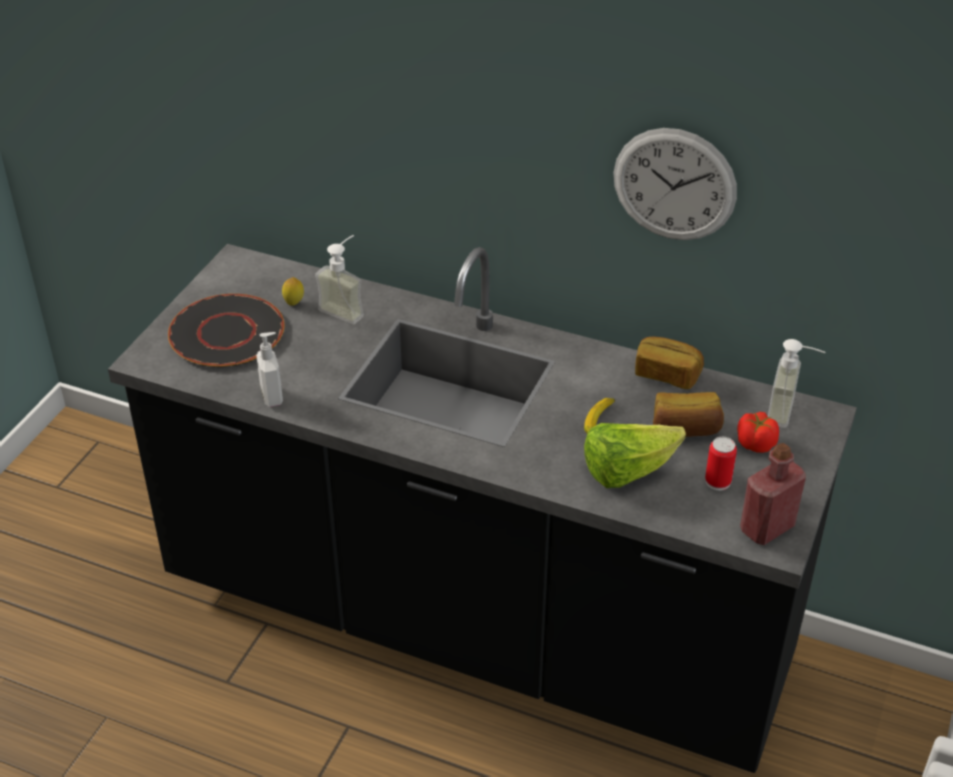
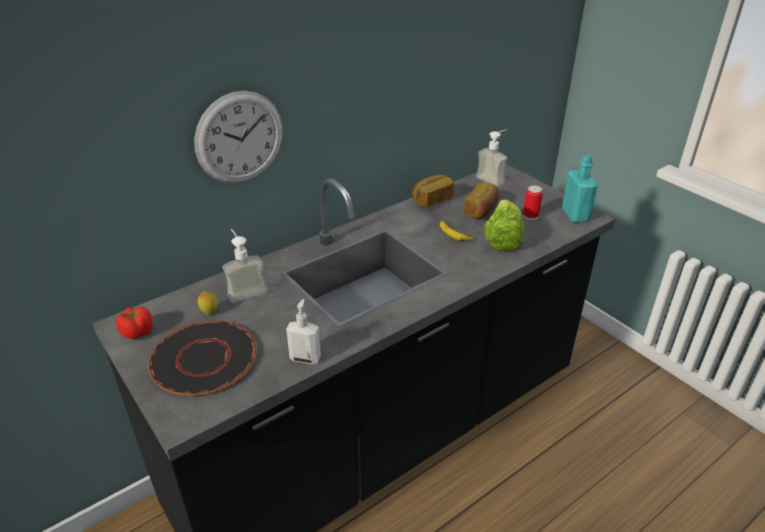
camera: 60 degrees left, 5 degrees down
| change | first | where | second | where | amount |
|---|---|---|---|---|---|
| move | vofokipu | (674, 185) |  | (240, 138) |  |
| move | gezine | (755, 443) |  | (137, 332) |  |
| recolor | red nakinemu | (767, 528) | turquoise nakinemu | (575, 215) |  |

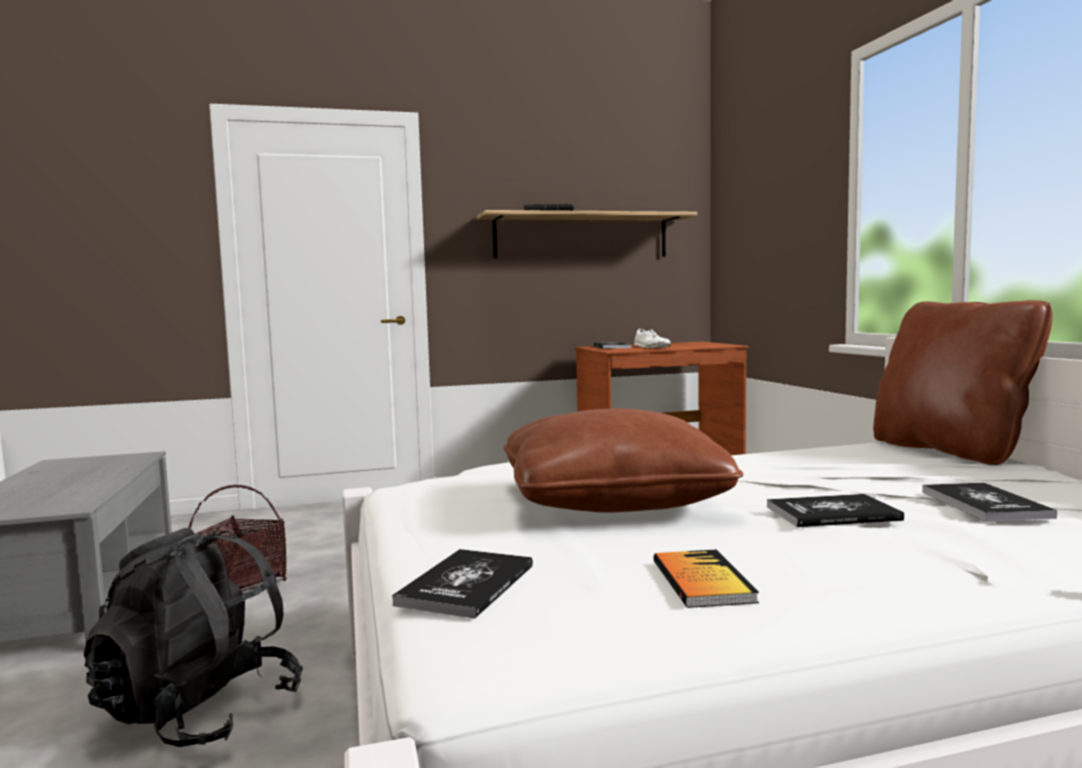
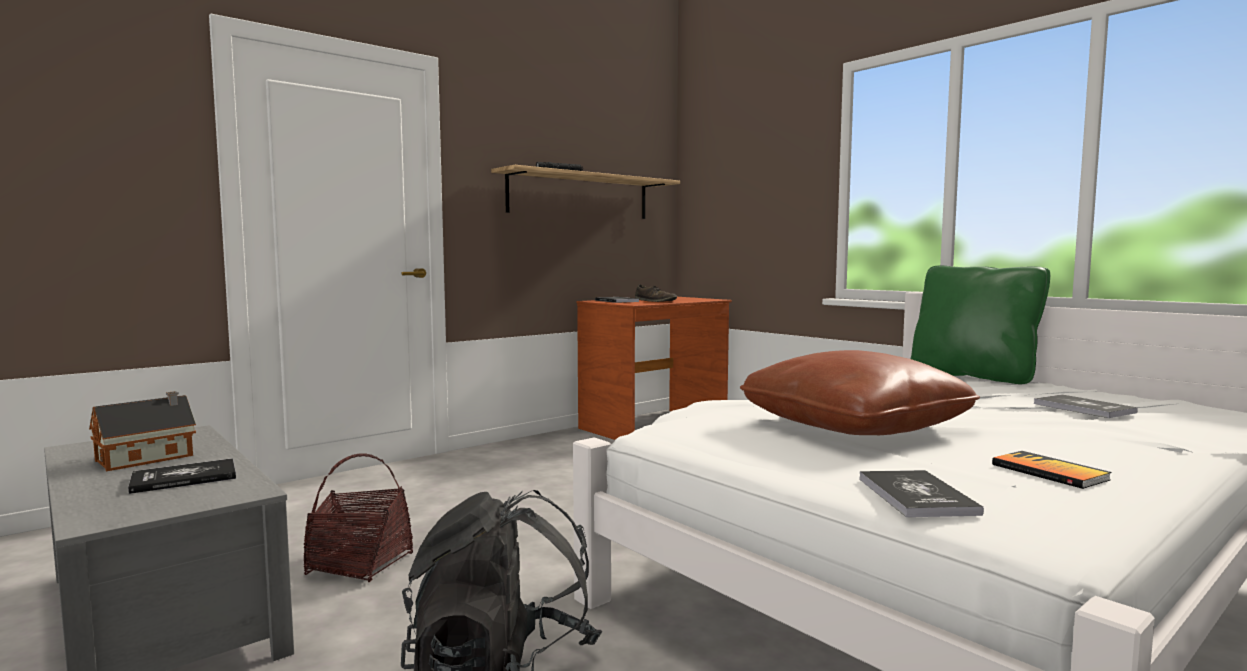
camera: 25 degrees left, 0 degrees up
| change | first | where | second | where | amount |
|---|---|---|---|---|---|
| recolor | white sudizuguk | (651, 347) | brown sudizuguk | (655, 301) |  |
| move | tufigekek | (832, 513) |  | (184, 478) |  |
| recolor | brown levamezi | (951, 450) | green levamezi | (973, 376) |  |
| insert |  |  | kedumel | (149, 457) |  |

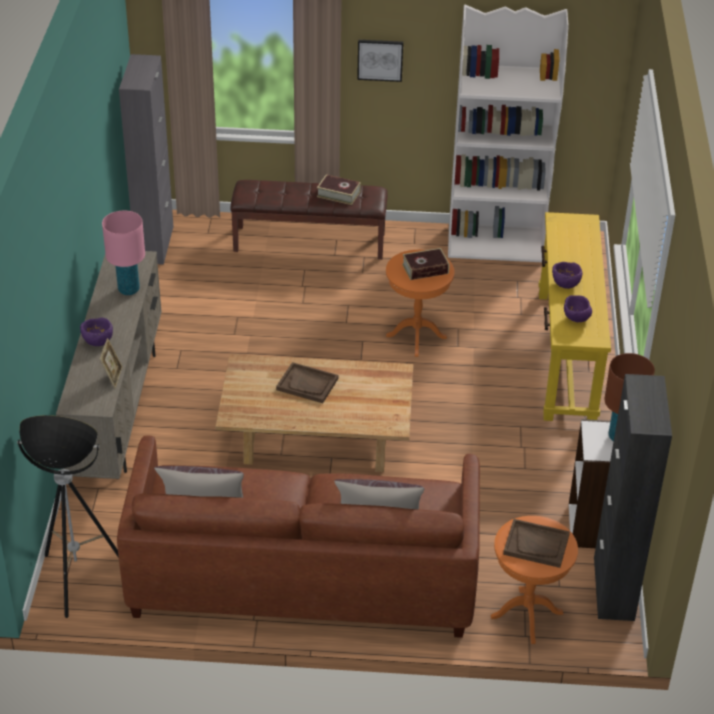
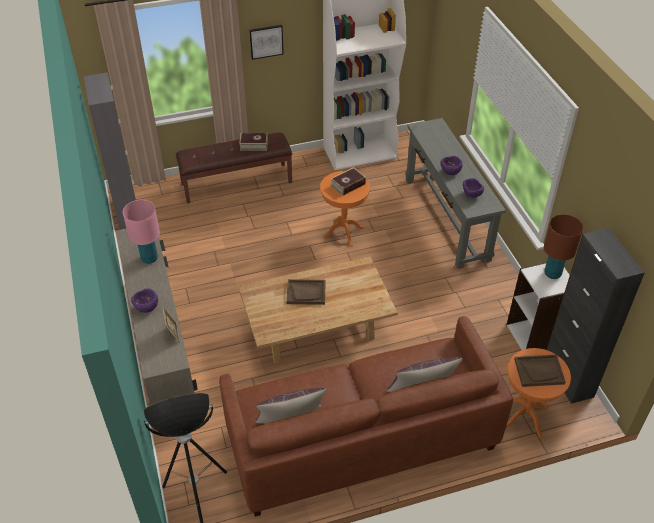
camera: 20 degrees left, 5 degrees up
| change | first | where | second | where | amount |
|---|---|---|---|---|---|
| recolor | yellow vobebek | (566, 355) | grey vobebek | (446, 218) |  |

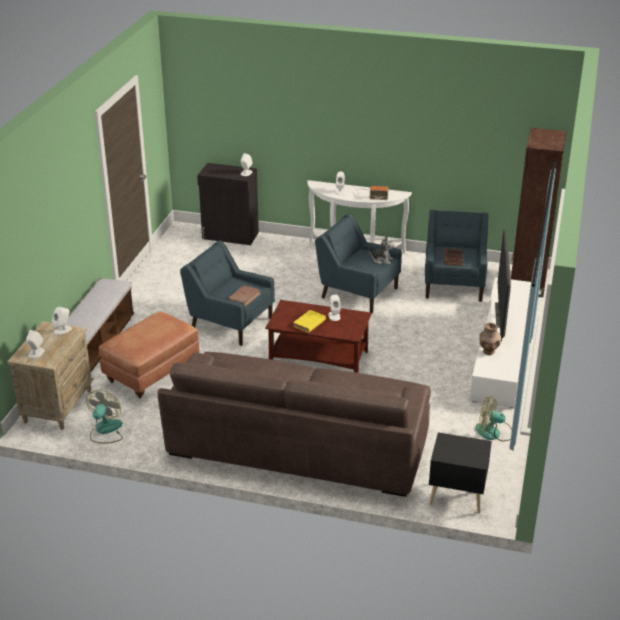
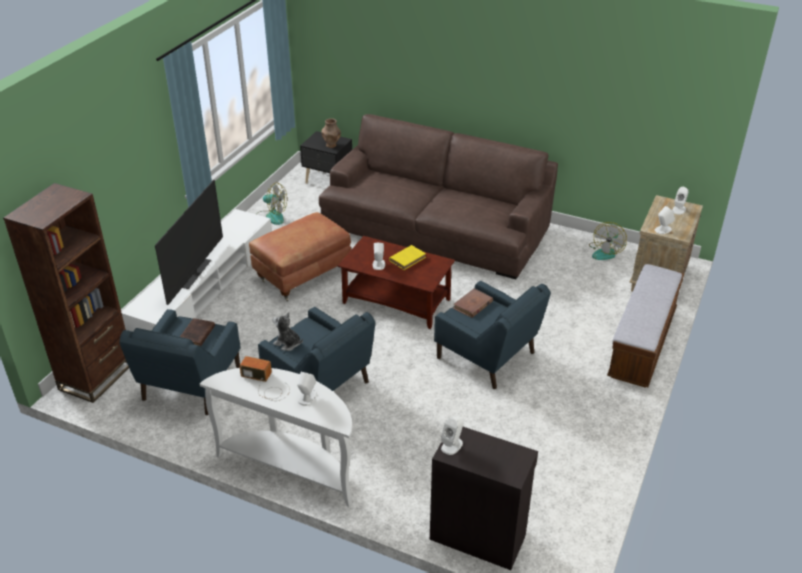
camera: 170 degrees left, 5 degrees up
| change | first | where | second | where | amount |
|---|---|---|---|---|---|
| move | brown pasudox | (152, 375) |  | (303, 275) |  |
| move | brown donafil | (488, 351) |  | (331, 145) |  |

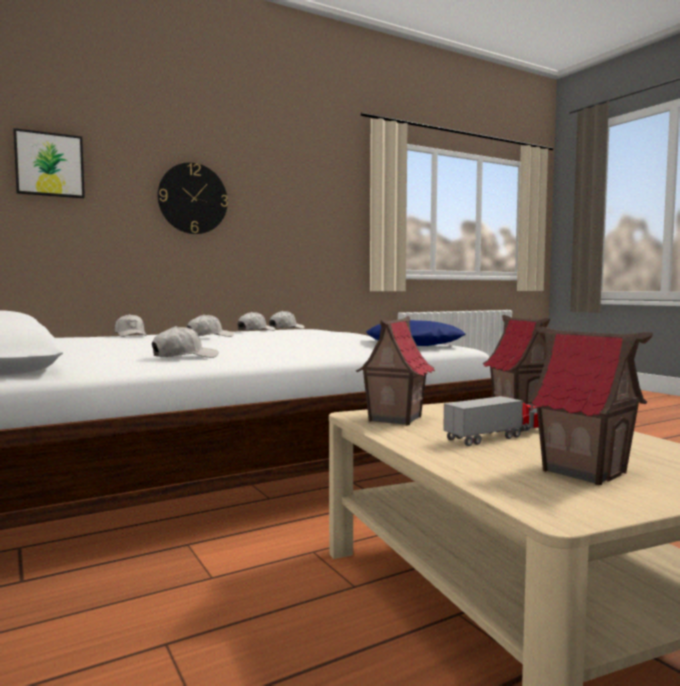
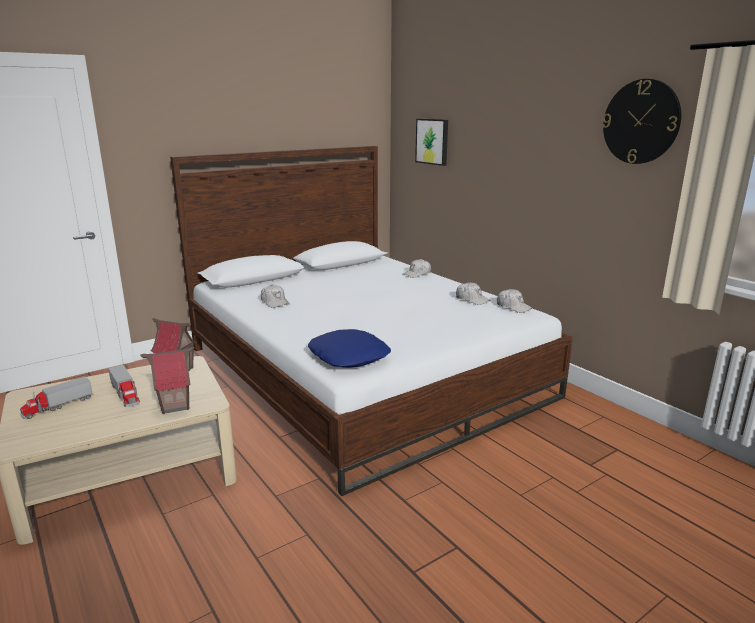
camera: 85 degrees right, 15 degrees up
| change | first | where | second | where | amount |
|---|---|---|---|---|---|
| move | vofokipu | (193, 198) |  | (641, 122) |  |
| delete | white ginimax | (209, 336) |  |  |  |
| replace | kedumel | (584, 471) | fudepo | (57, 406) |  |

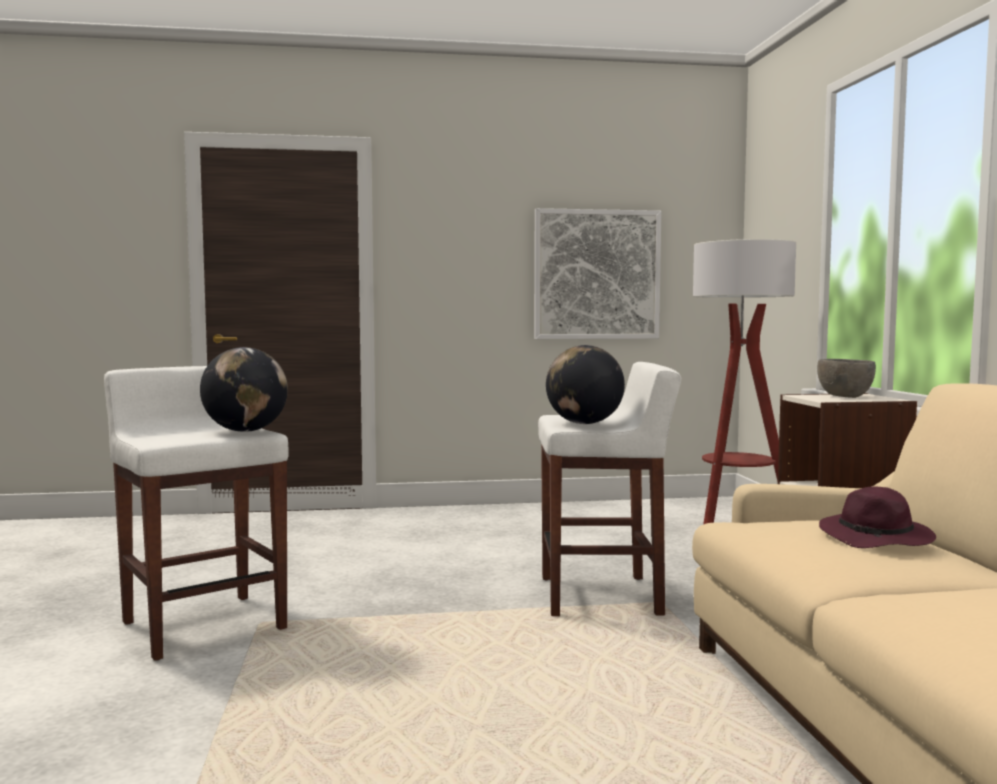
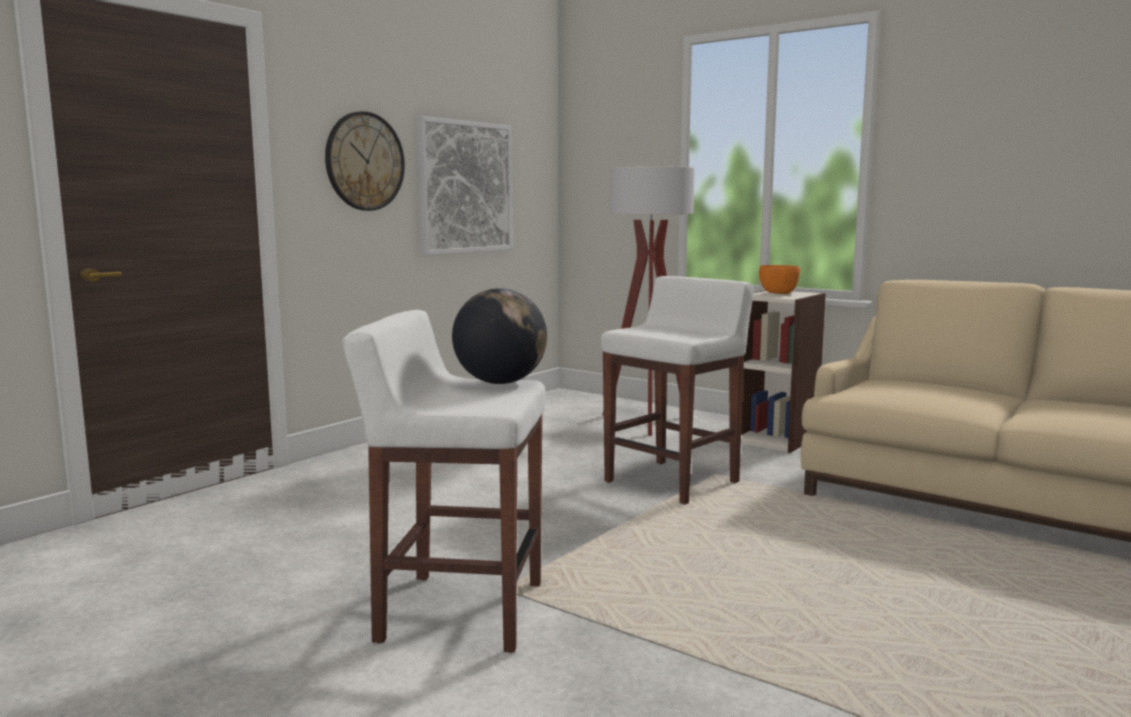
camera: 45 degrees left, 5 degrees up
| change | first | where | second | where | amount |
|---|---|---|---|---|---|
| delete | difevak | (584, 423) |  |  |  |
| recolor | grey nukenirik | (844, 396) | orange nukenirik | (778, 293) |  |
| delete | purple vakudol | (877, 538) |  |  |  |
| insert |  |  | vofokipu | (364, 161) |  |

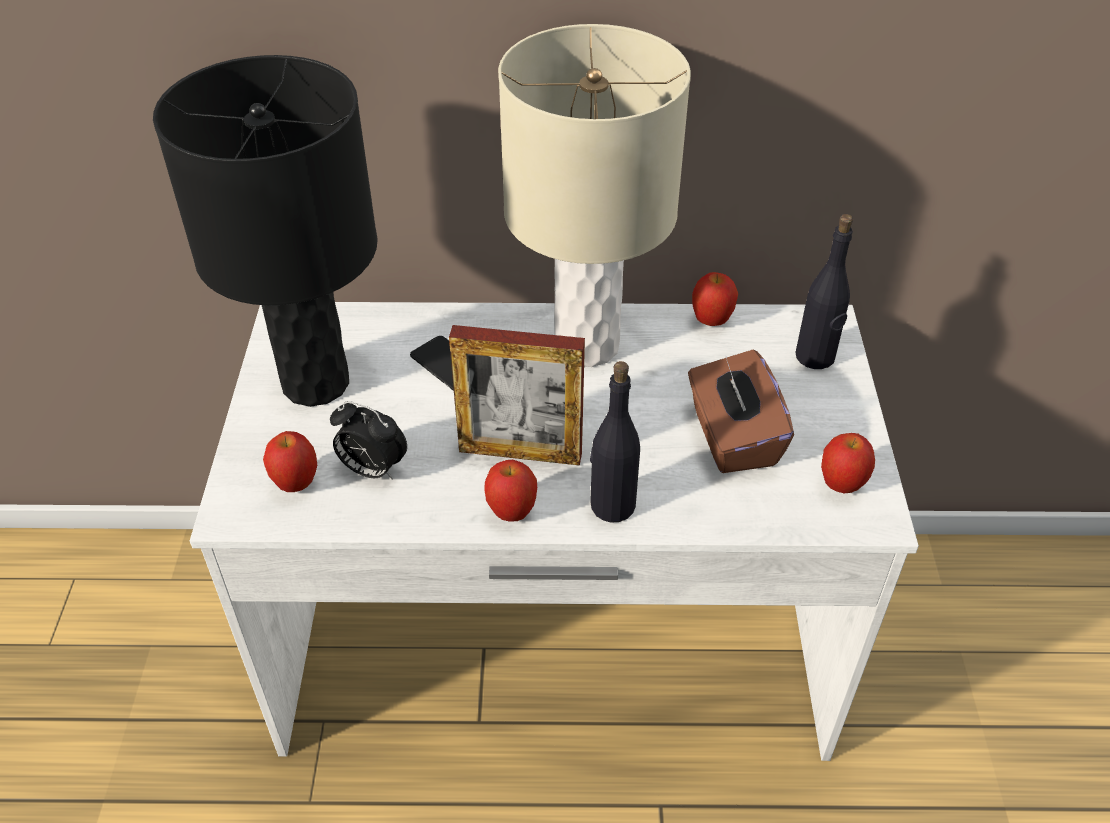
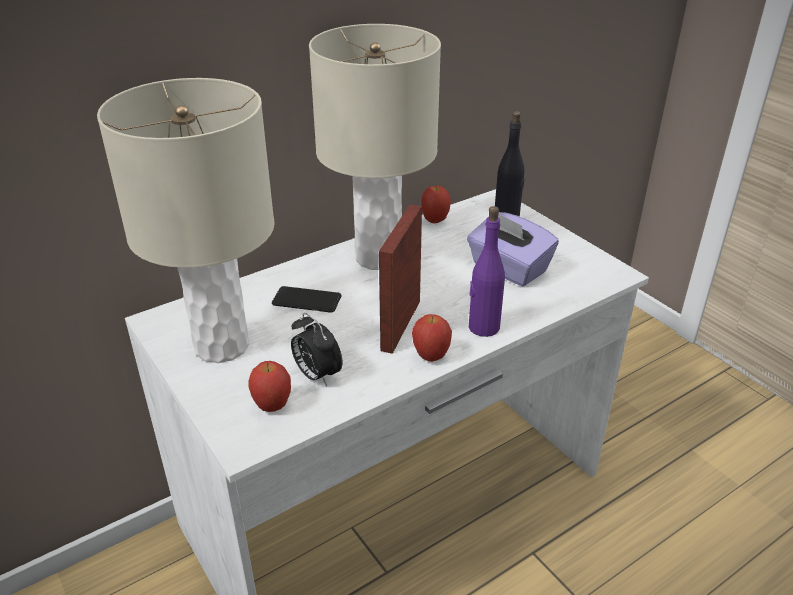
camera: 35 degrees left, 10 degrees down
| change | first | where | second | where | amount |
|---|---|---|---|---|---|
| recolor | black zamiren | (314, 383) | beige zamiren | (221, 346) |  |
| rotate | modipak | (372, 469) |  | (316, 375) | 60 degrees clockwise |
| rotate | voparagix | (520, 452) |  | (401, 325) | 135 degrees clockwise |
| recolor | black nakinemu | (612, 505) | purple nakinemu | (483, 327) |  |
| recolor | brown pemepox | (732, 437) | purple pemepox | (508, 268) |  |
| delete | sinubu | (841, 485) |  |  |  |

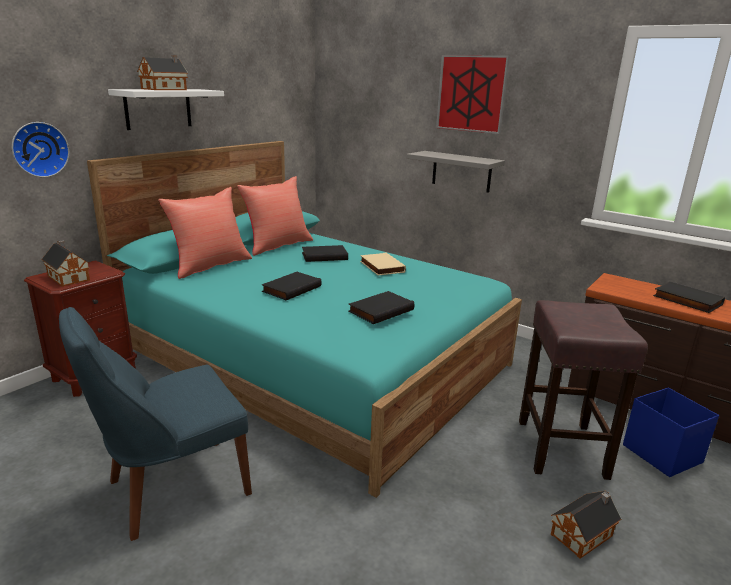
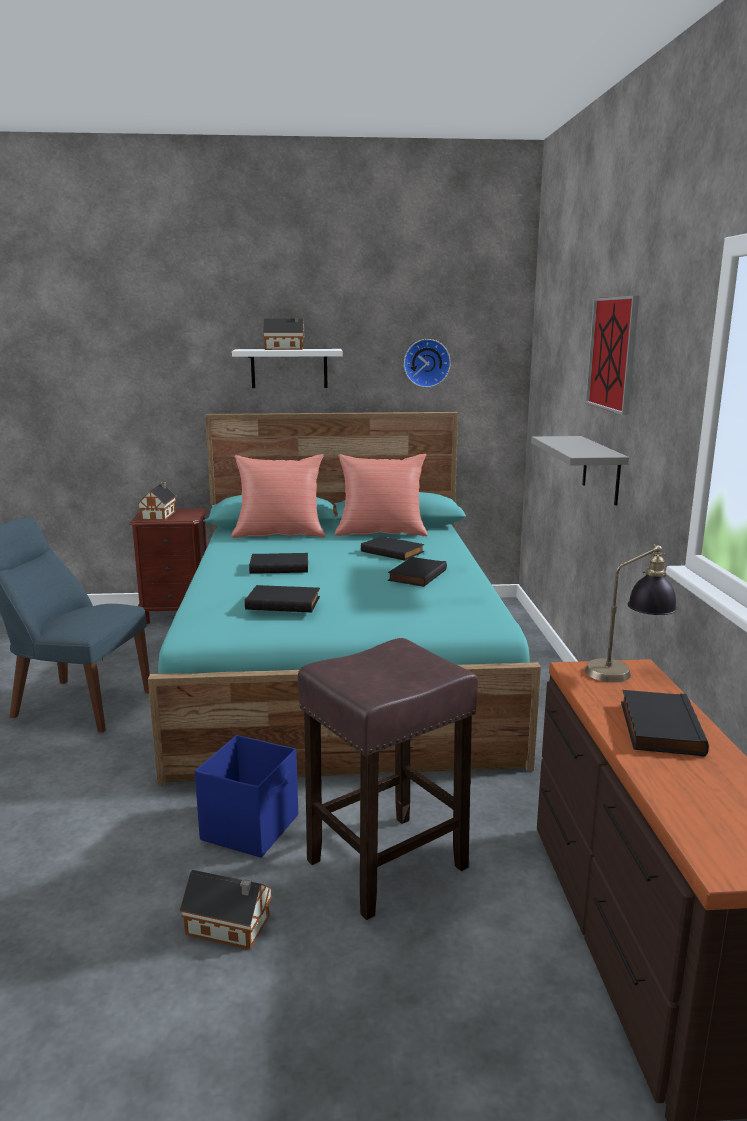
camera: 50 degrees right, 5 degrees down
| change | first | where | second | where | amount |
|---|---|---|---|---|---|
| move | vofokipu | (39, 149) |  | (426, 363) |  |
| recolor | beige tufigekek | (381, 267) | black tufigekek | (416, 575) |  |
| move | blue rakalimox | (661, 453) |  | (251, 827) |  |
| insert |  |  | zamiren | (626, 671) |  |

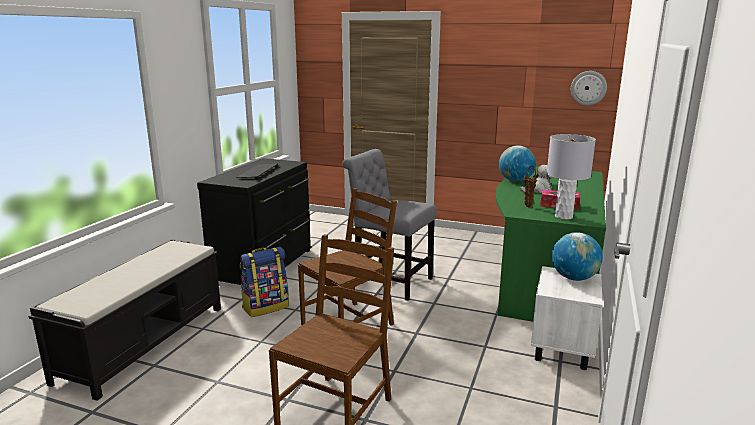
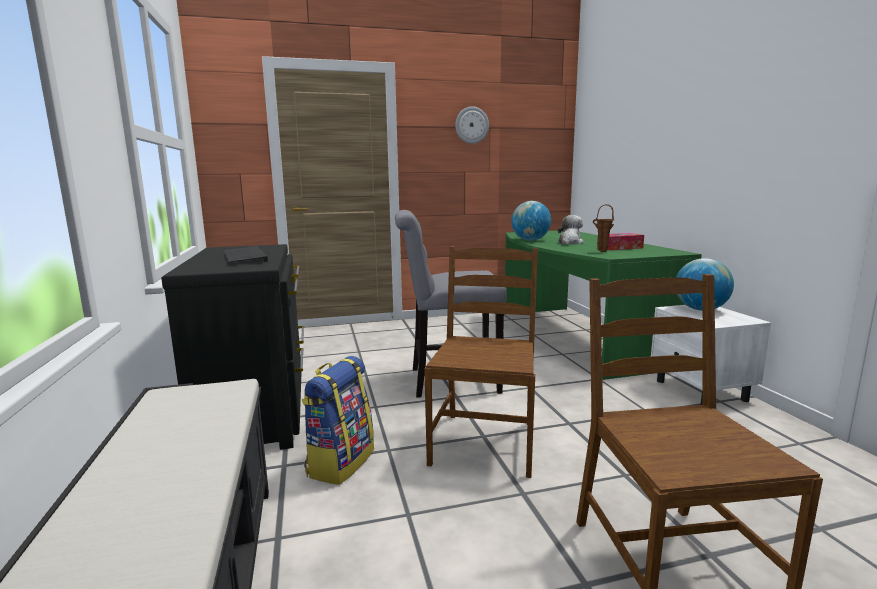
camera: 35 degrees left, 5 degrees down
| change | first | where | second | where | amount |
|---|---|---|---|---|---|
| delete | grey zamiren | (563, 216) |  |  |  |
| move | vofokipu | (588, 88) |  | (471, 125) |  |

